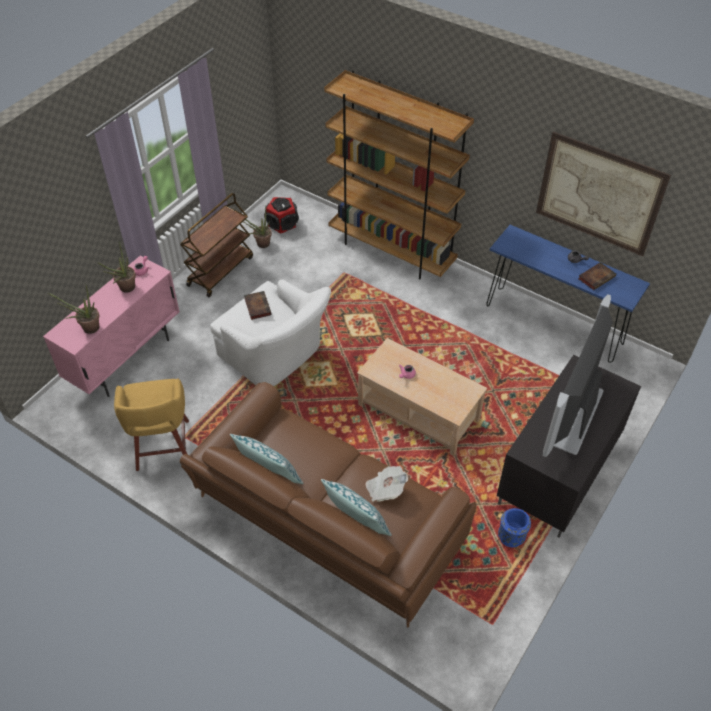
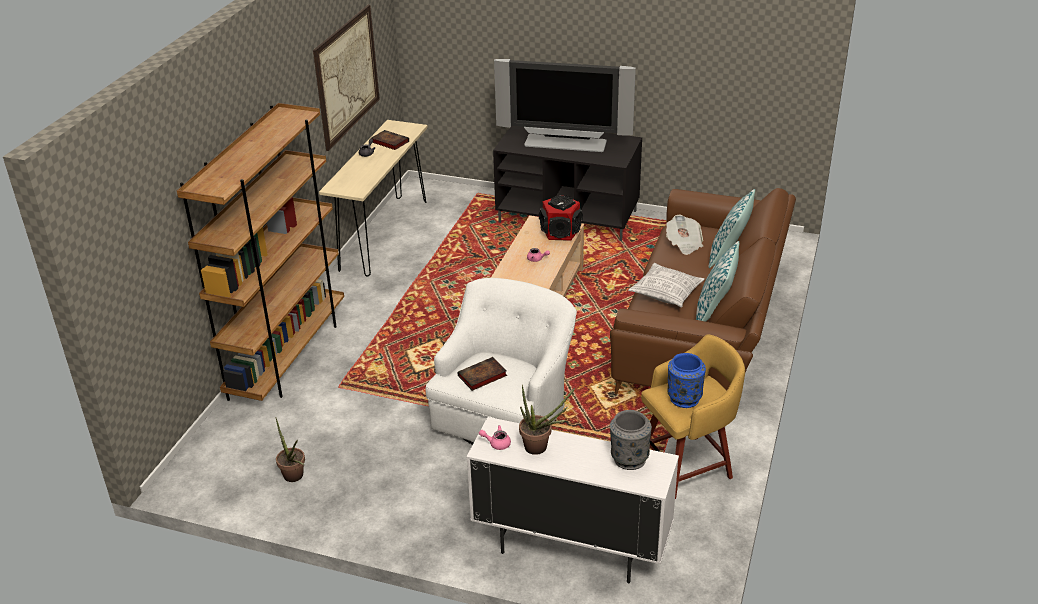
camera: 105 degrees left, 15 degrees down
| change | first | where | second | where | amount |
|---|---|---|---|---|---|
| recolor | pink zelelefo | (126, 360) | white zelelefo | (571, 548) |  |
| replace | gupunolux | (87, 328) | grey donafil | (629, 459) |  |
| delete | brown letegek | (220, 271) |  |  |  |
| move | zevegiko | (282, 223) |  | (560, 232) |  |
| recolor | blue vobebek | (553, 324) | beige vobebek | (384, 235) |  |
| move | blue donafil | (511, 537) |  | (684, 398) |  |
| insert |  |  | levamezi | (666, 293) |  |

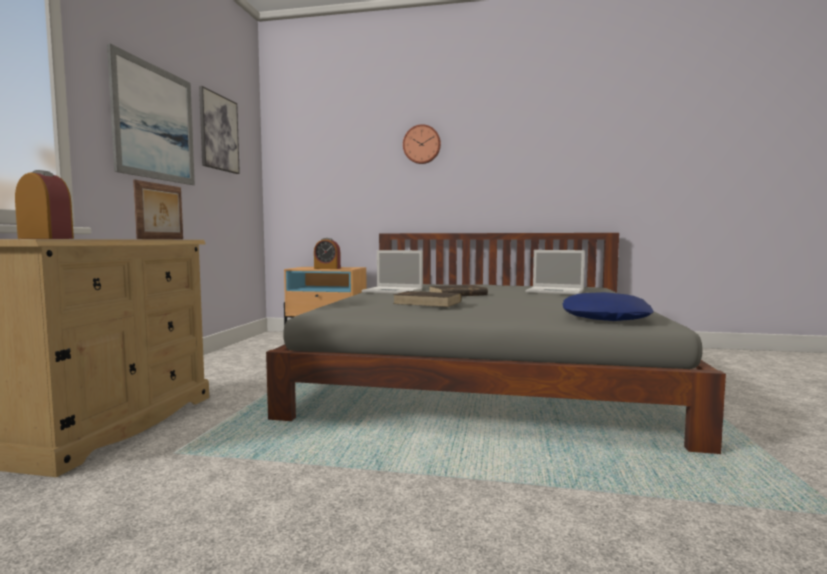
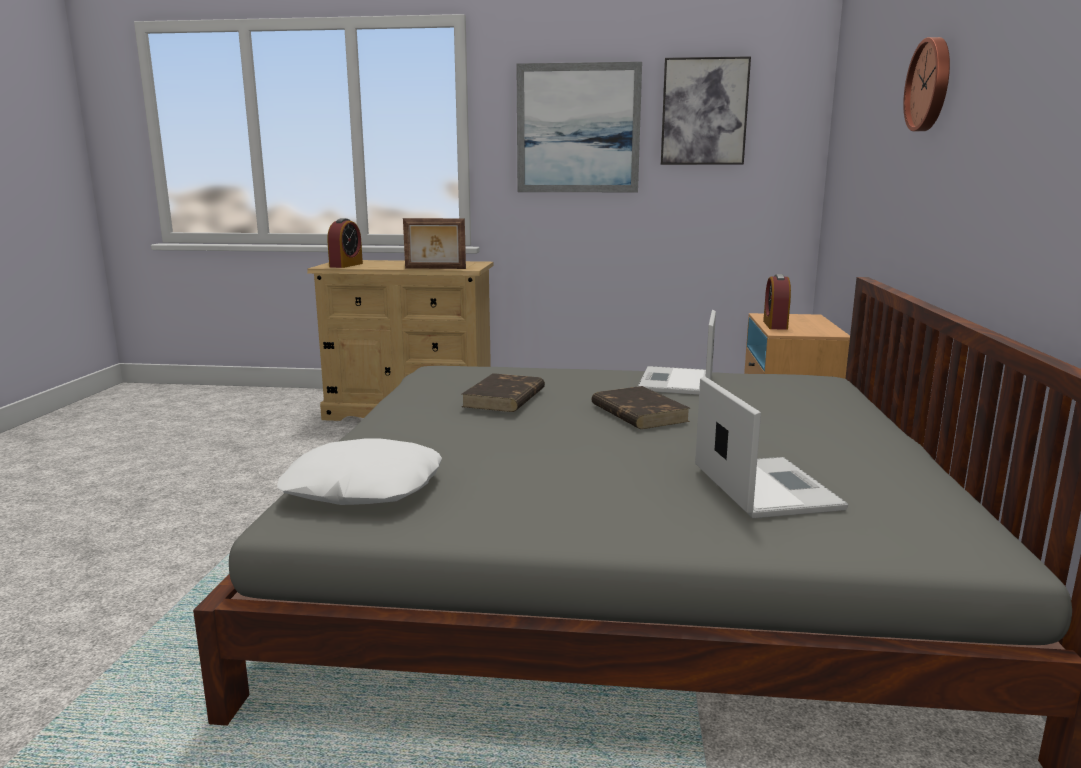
camera: 85 degrees right, 10 degrees up
| change | first | where | second | where | amount |
|---|---|---|---|---|---|
| rotate | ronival | (556, 291) |  | (763, 487) | 150 degrees clockwise |
| recolor | blue levamezi | (605, 317) | white levamezi | (363, 488) |  |

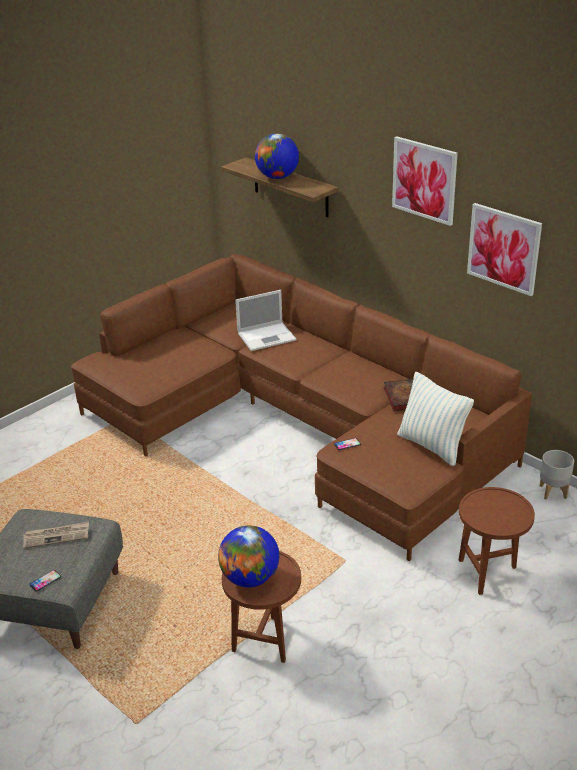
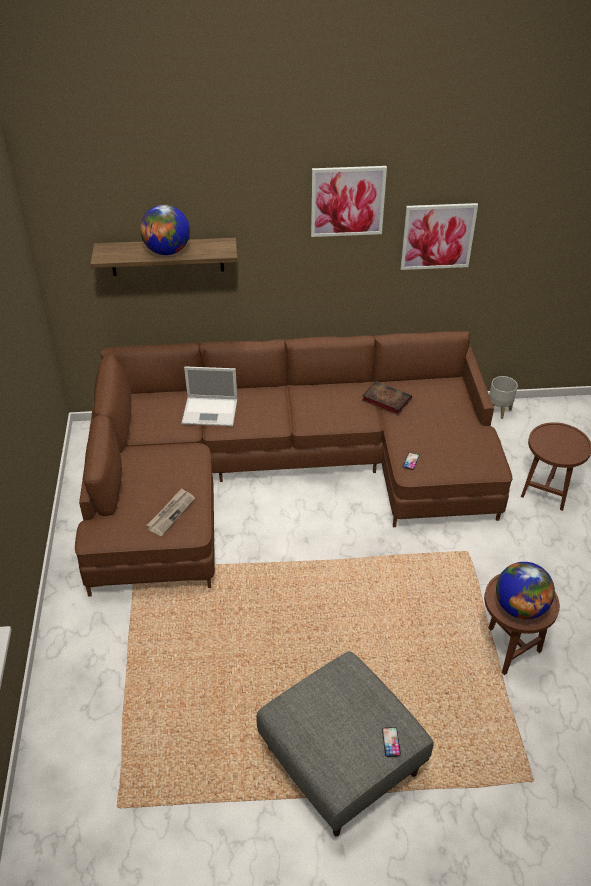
camera: 50 degrees left, 10 degrees up
| change | first | where | second | where | amount |
|---|---|---|---|---|---|
| move | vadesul | (57, 536) |  | (171, 513) |  |
| rotate | ronival | (267, 336) |  | (211, 411) | 75 degrees clockwise |
| delete | levamezi | (431, 446) |  |  |  |

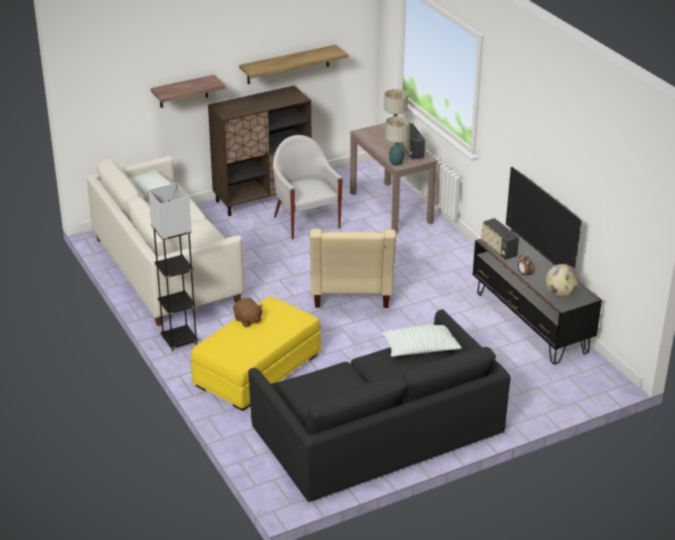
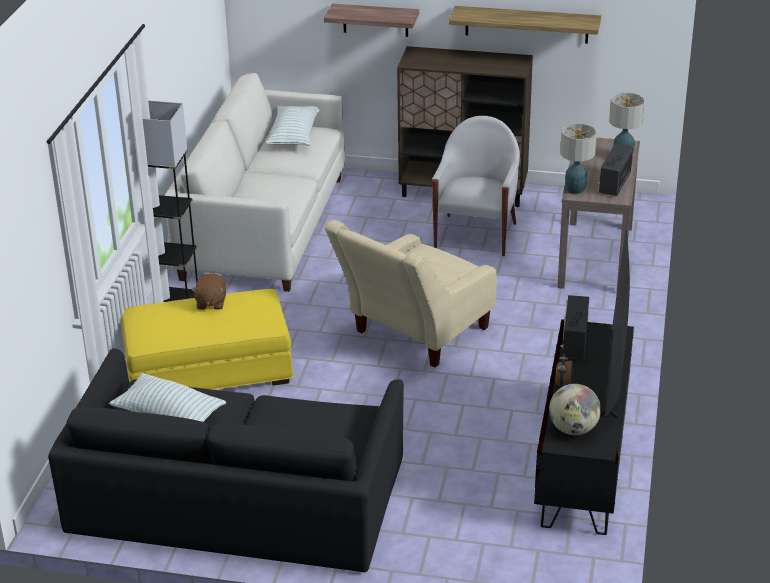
camera: 40 degrees right, 0 degrees up
| change | first | where | second | where | amount |
|---|---|---|---|---|---|
| move | levamezi | (421, 349) |  | (168, 415) |  |

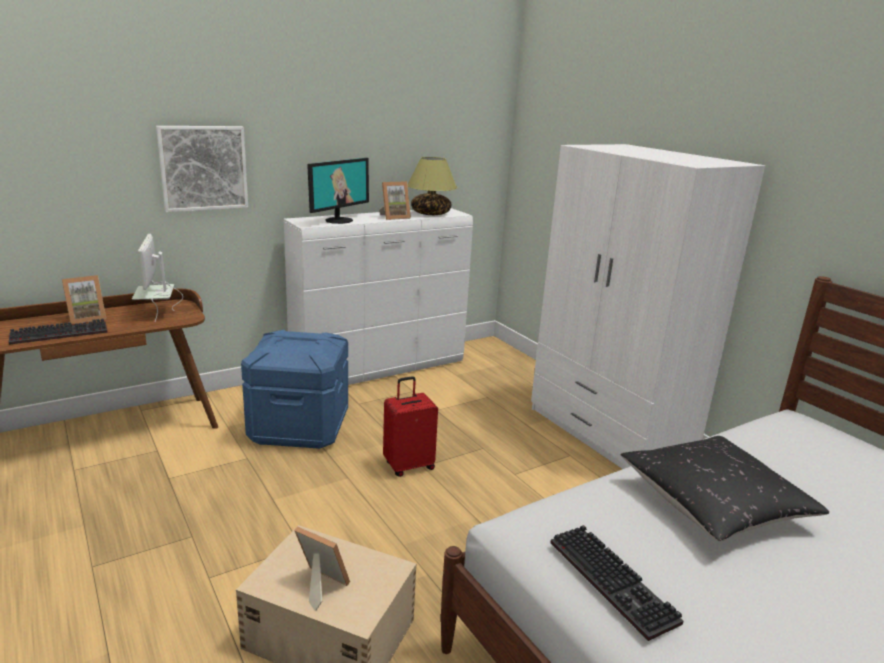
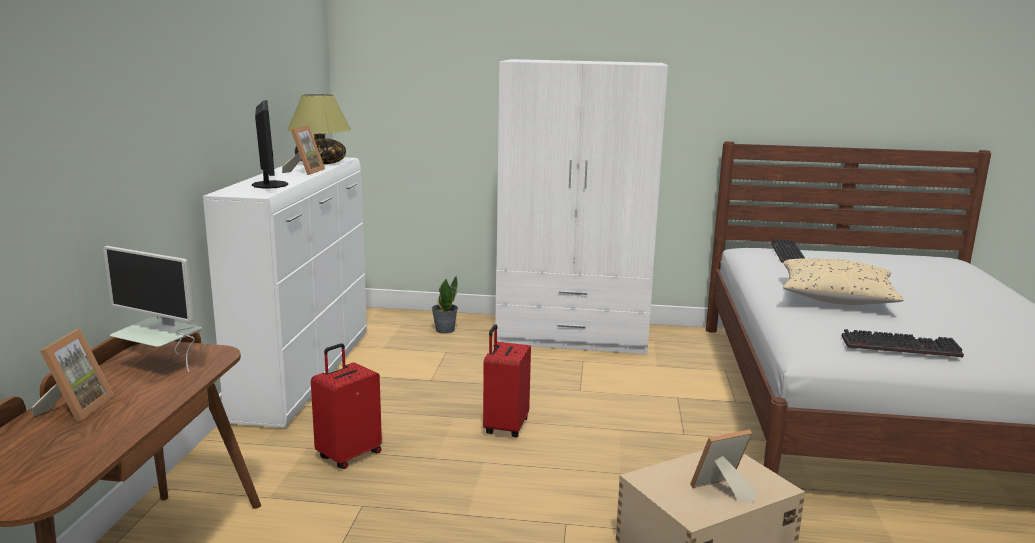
camera: 50 degrees left, 5 degrees down
| change | first | where | second | where | amount |
|---|---|---|---|---|---|
| move | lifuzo | (61, 333) |  | (785, 253) |  |
| delete | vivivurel | (203, 168) |  |  |  |
| replace | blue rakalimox | (300, 427) | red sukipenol | (348, 455) |  |
| recolor | black levamezi | (713, 503) | beige levamezi | (836, 297) |  |
| insert |  |  | gupunolux | (444, 330) |  |

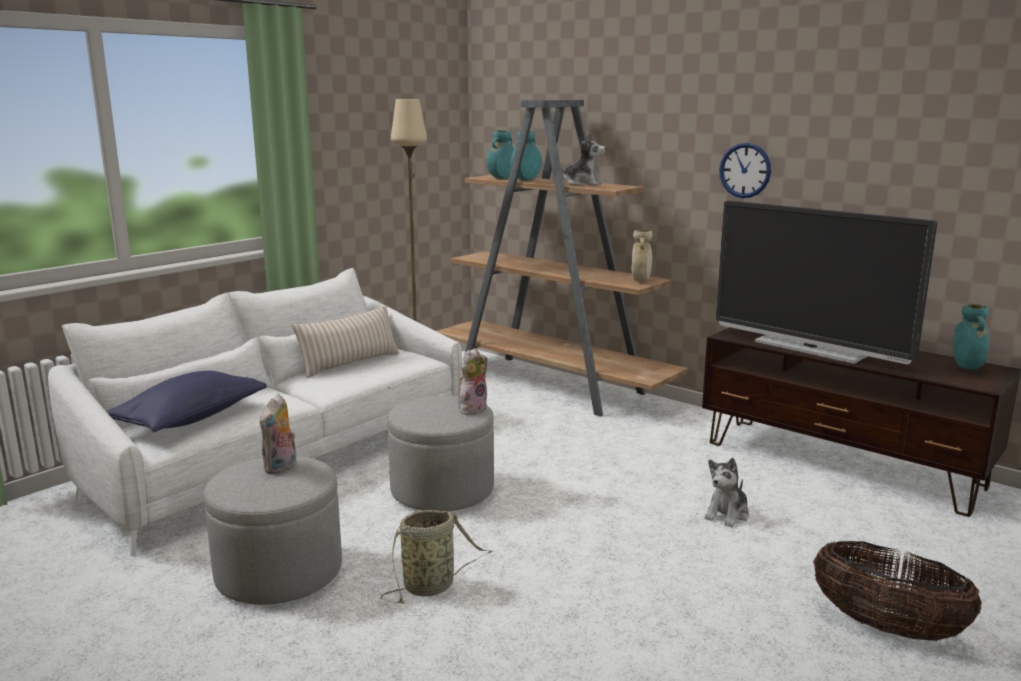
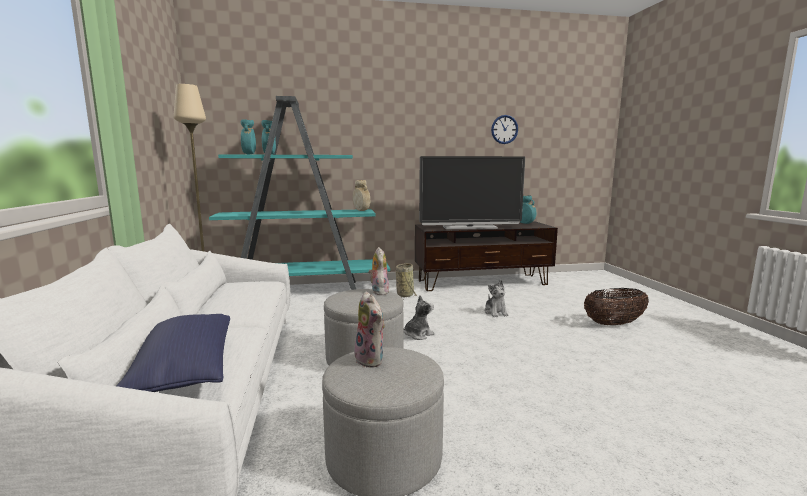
camera: 50 degrees left, 5 degrees down
| change | first | where | second | where | amount |
|---|---|---|---|---|---|
| delete | beige levamezi | (350, 364) |  |  |  |
| move | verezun | (432, 586) |  | (405, 294) |  |
| recolor | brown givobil | (552, 385) | turquoise givobil | (300, 292) |  |
| move | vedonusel | (582, 184) |  | (417, 335) |  |
| move | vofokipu | (745, 170) |  | (504, 129) |  |

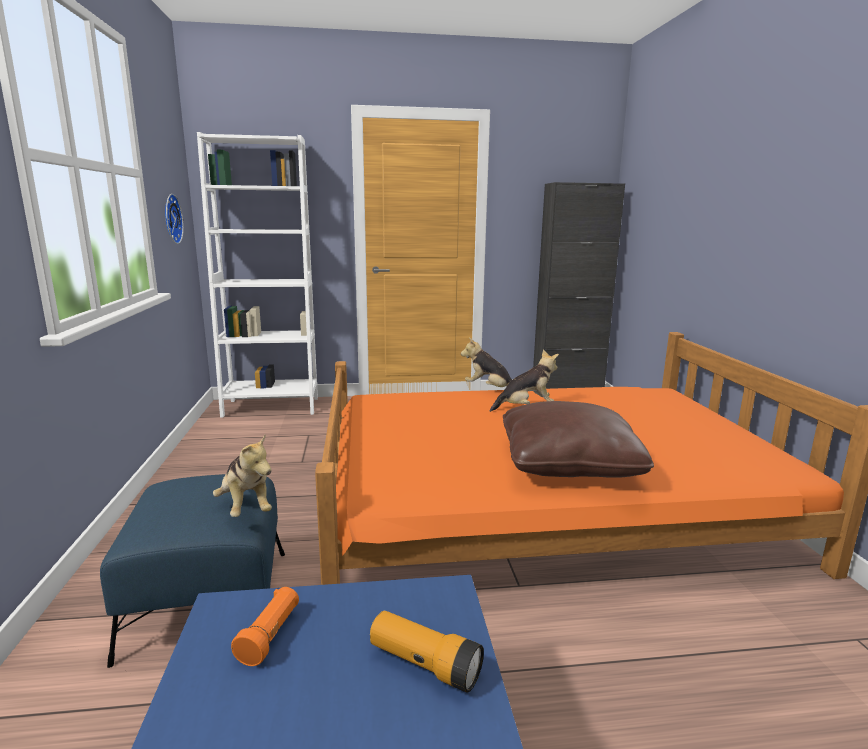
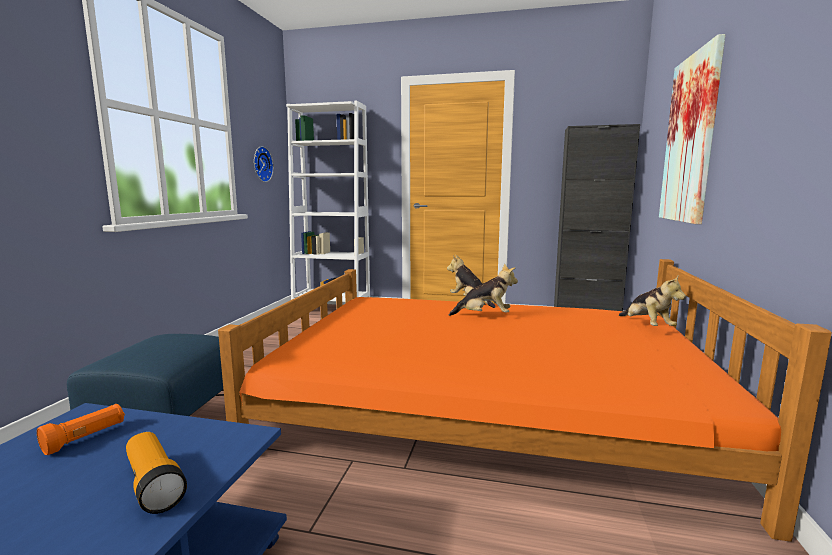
camera: 20 degrees right, 5 degrees down
| change | first | where | second | where | amount |
|---|---|---|---|---|---|
| move | vedonusel | (246, 507) |  | (647, 326) |  |
| delete | brown levamezi | (568, 463) |  |  |  |
| insert |  |  | vivivurel | (690, 139) |  |

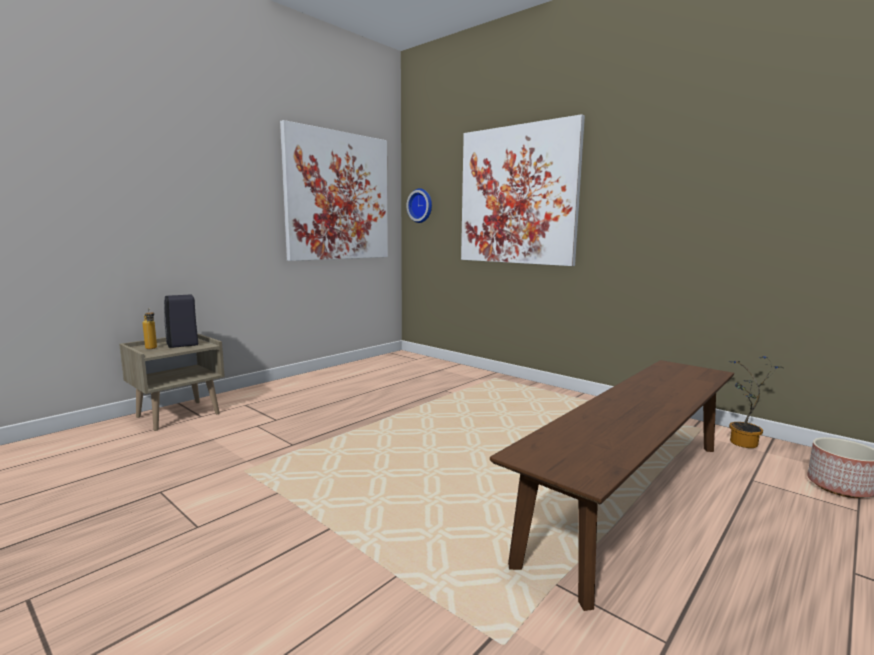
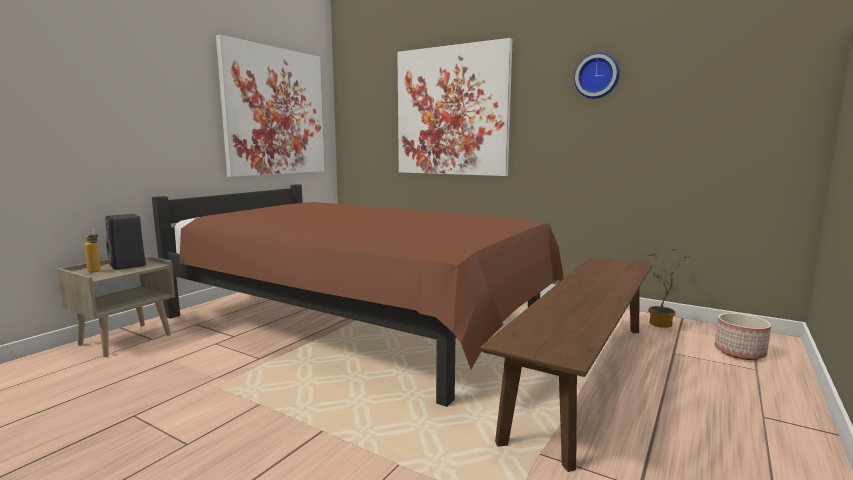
camera: 10 degrees left, 0 degrees up
| change | first | where | second | where | amount |
|---|---|---|---|---|---|
| move | vofokipu | (421, 206) |  | (597, 76) |  |
| insert |  |  | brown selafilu | (360, 322) |  |

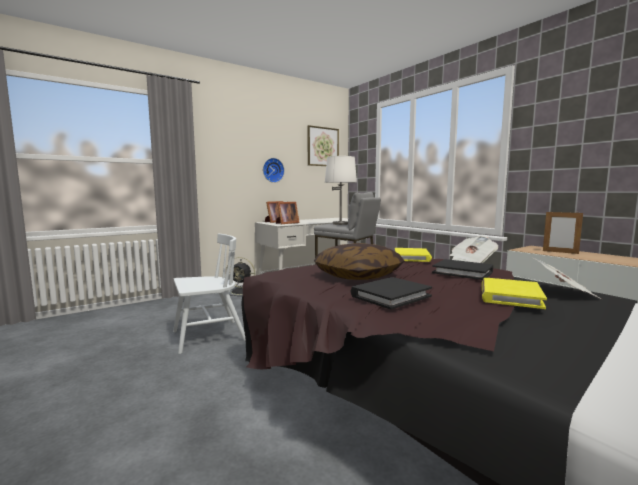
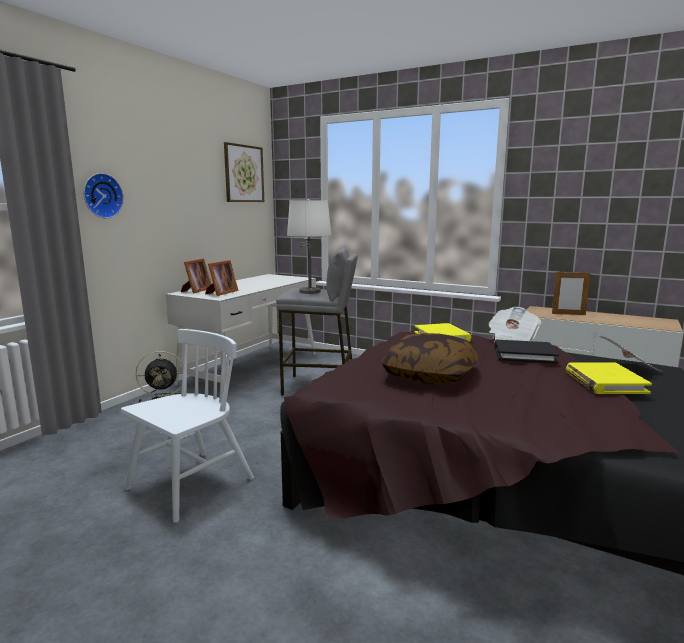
camera: 25 degrees left, 5 degrees up
| change | first | where | second | where | amount |
|---|---|---|---|---|---|
| move | vofokipu | (272, 170) |  | (101, 196) |  |
| delete | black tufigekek | (390, 296) |  |  |  |

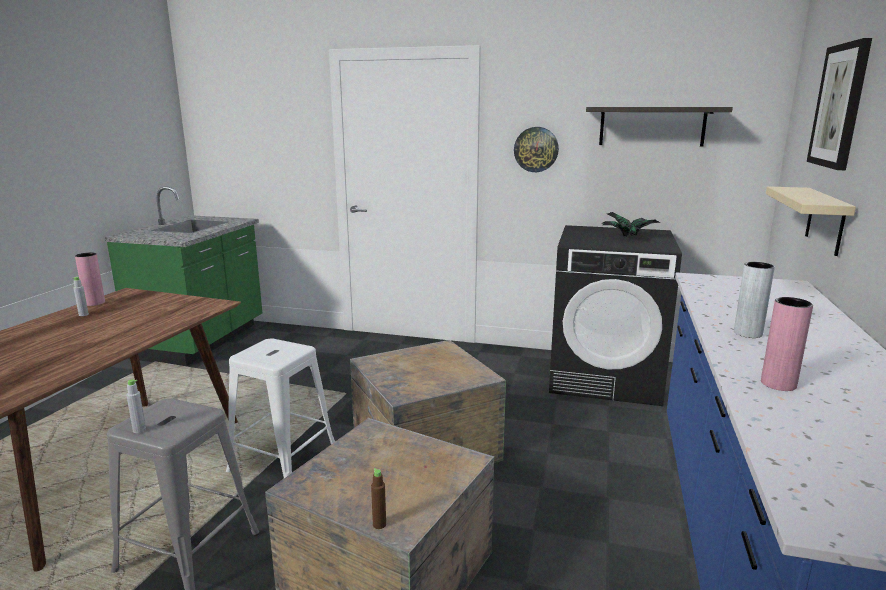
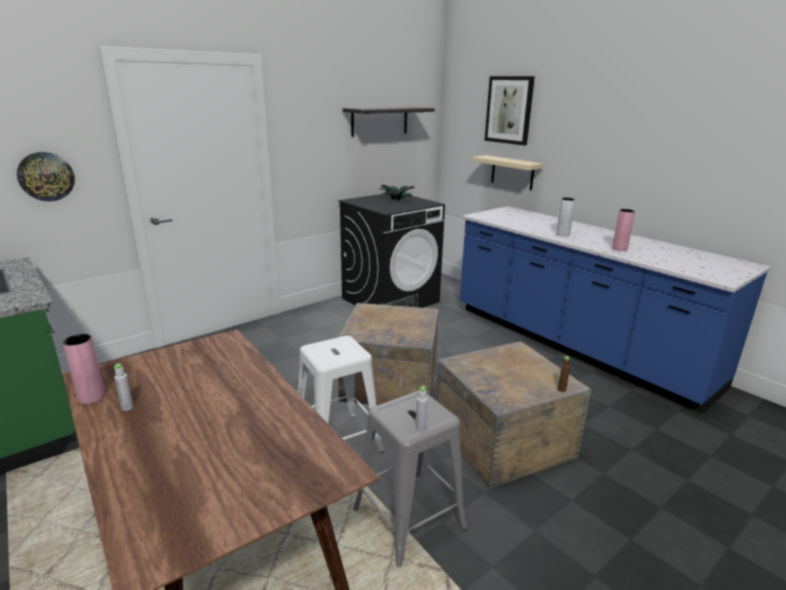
camera: 55 degrees left, 5 degrees up
| change | first | where | second | where | amount |
|---|---|---|---|---|---|
| move | vofokipu | (536, 149) |  | (46, 176) |  |

